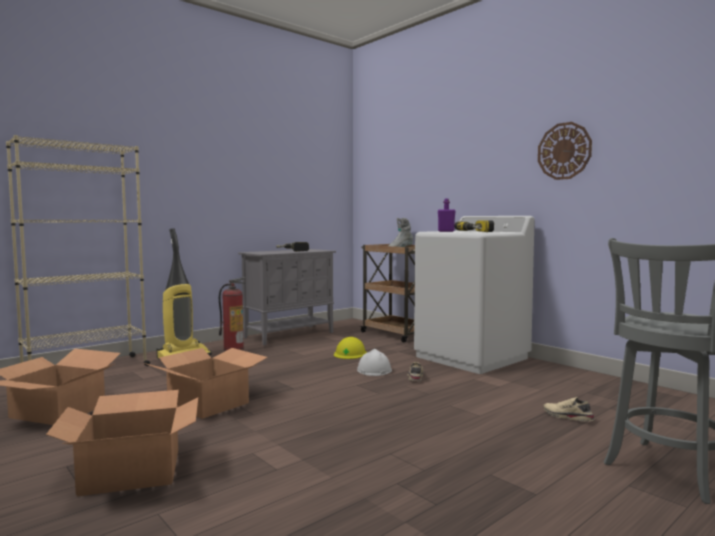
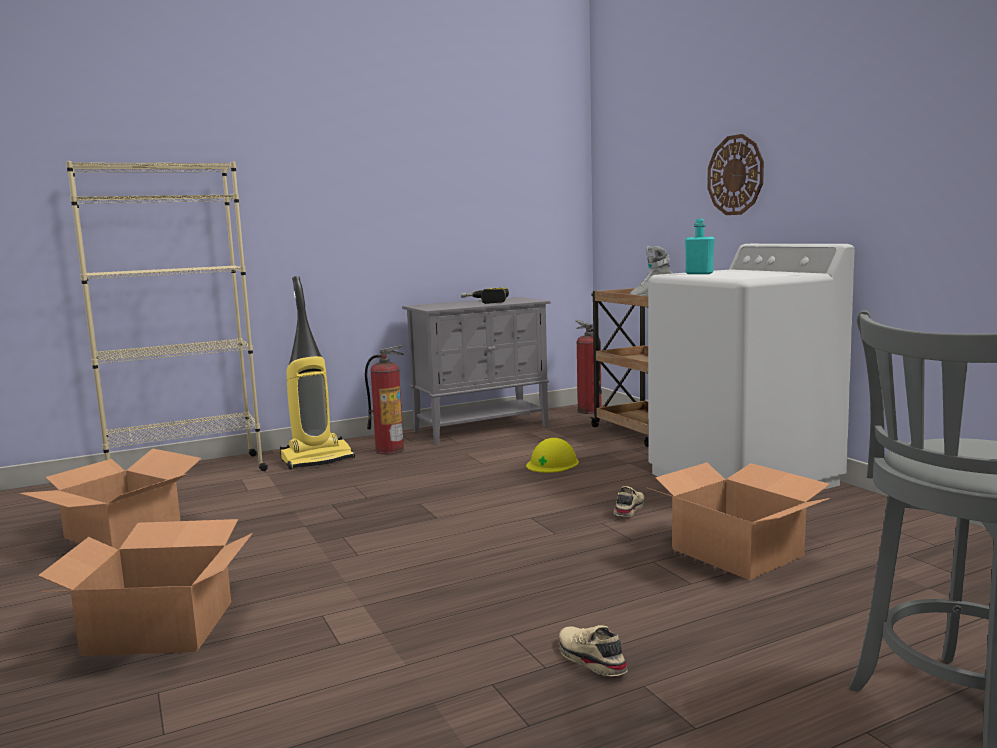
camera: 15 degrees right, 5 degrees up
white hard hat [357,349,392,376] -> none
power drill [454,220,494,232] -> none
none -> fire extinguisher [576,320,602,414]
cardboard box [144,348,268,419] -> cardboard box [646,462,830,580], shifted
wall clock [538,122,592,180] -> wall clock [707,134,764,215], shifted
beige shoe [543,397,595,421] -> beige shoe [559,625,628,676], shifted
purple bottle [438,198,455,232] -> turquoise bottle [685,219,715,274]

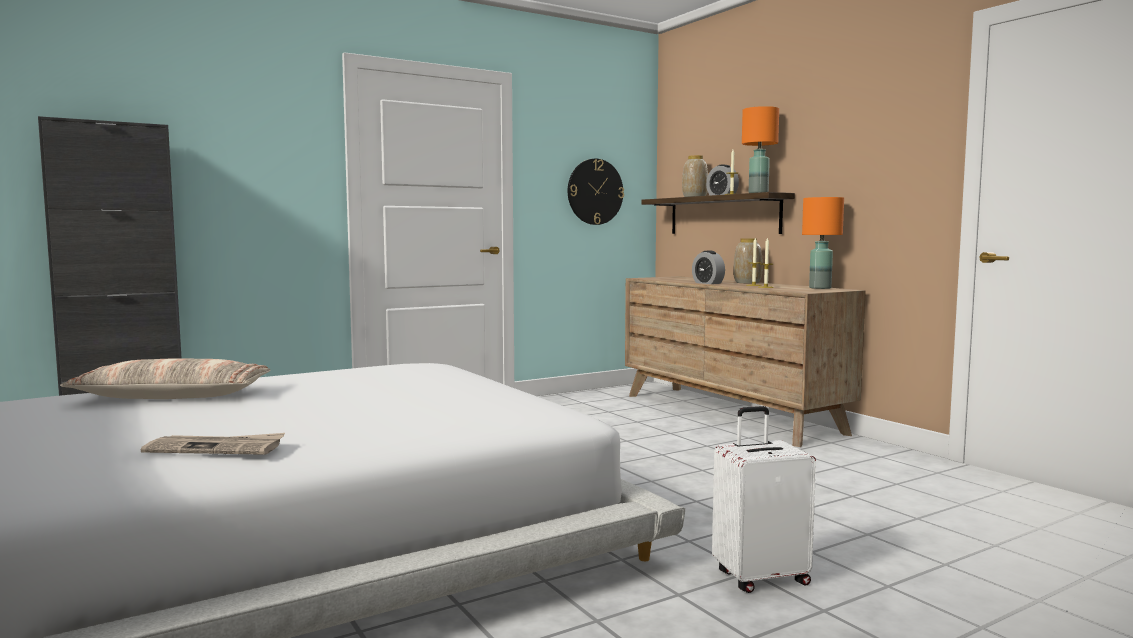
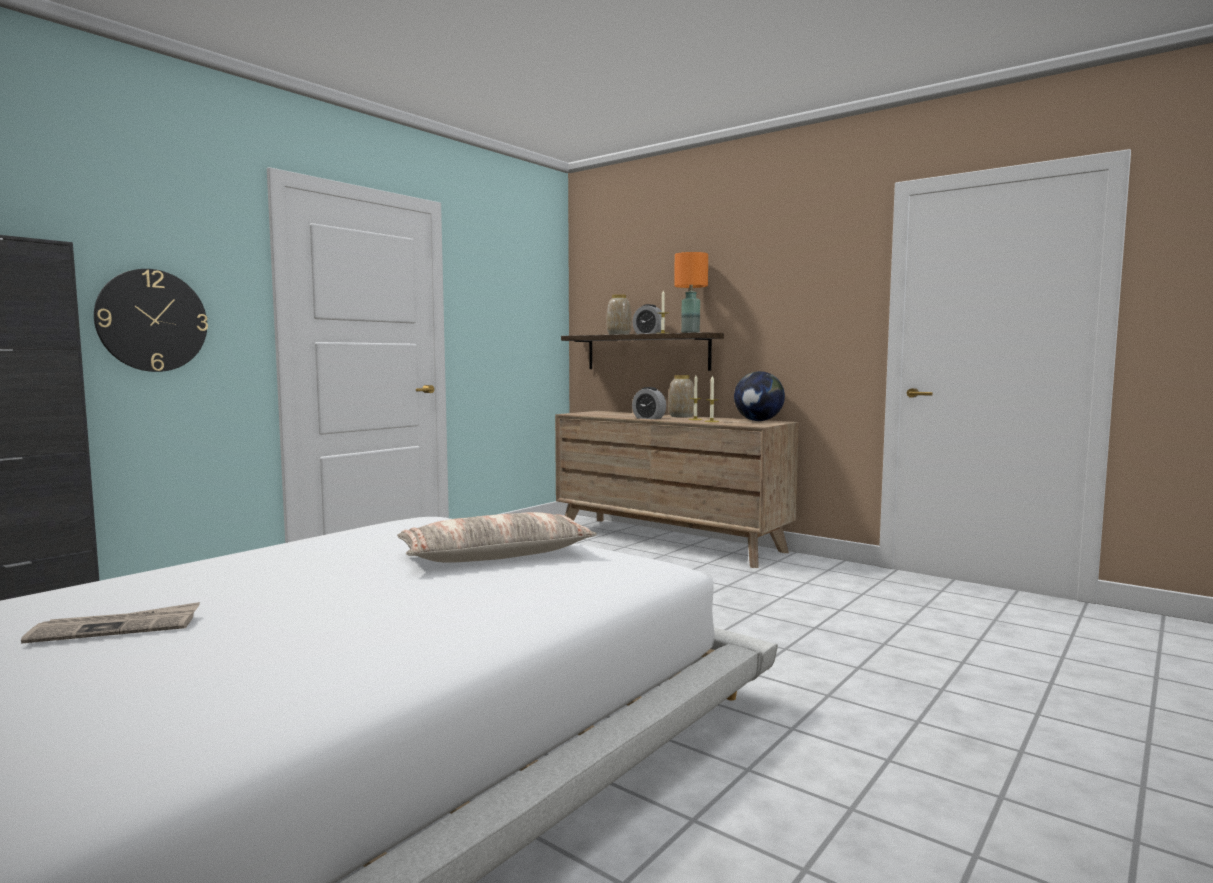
camera: 20 degrees left, 0 degrees up
white suitcase [712,406,816,593] -> none
pillow [60,358,270,399] -> pillow [397,512,597,563], shifted
newspaper [141,433,285,455] -> newspaper [21,602,200,644], shifted
wall clock [568,159,624,225] -> wall clock [94,269,208,372], shifted
orange table lamp [802,197,844,289] -> globe [734,371,785,421]

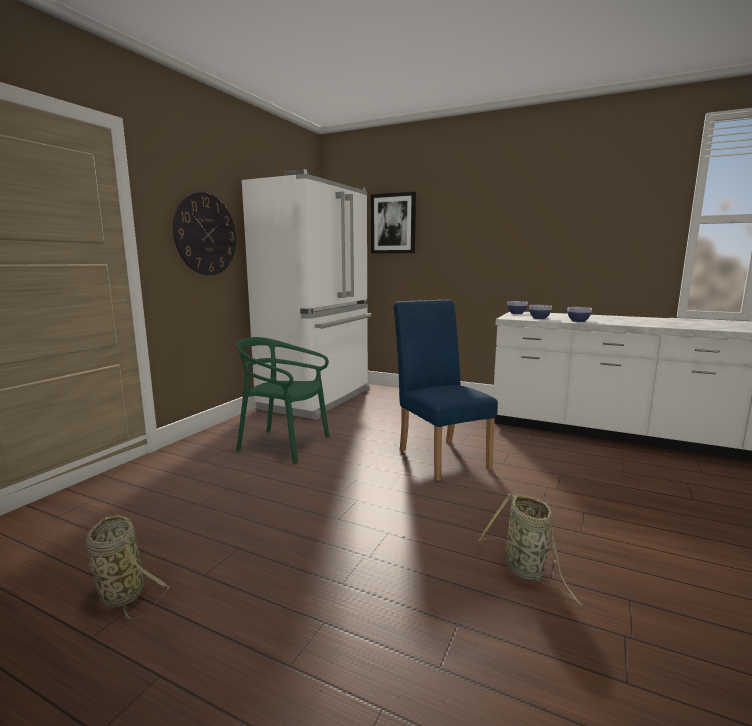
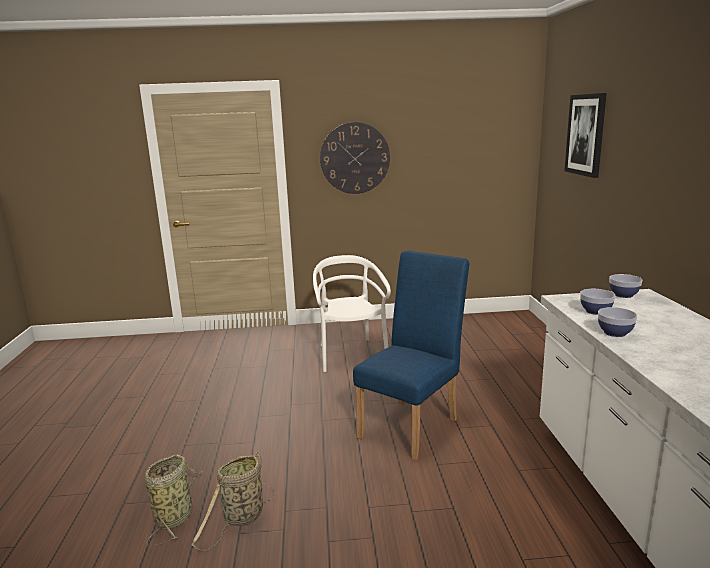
camera: 60 degrees right, 5 degrees up
white fridge [242,169,372,420] -> none
basket [86,515,171,619] -> basket [145,454,203,546], shifted
green chair [237,337,329,464] -> white chair [313,255,391,372]

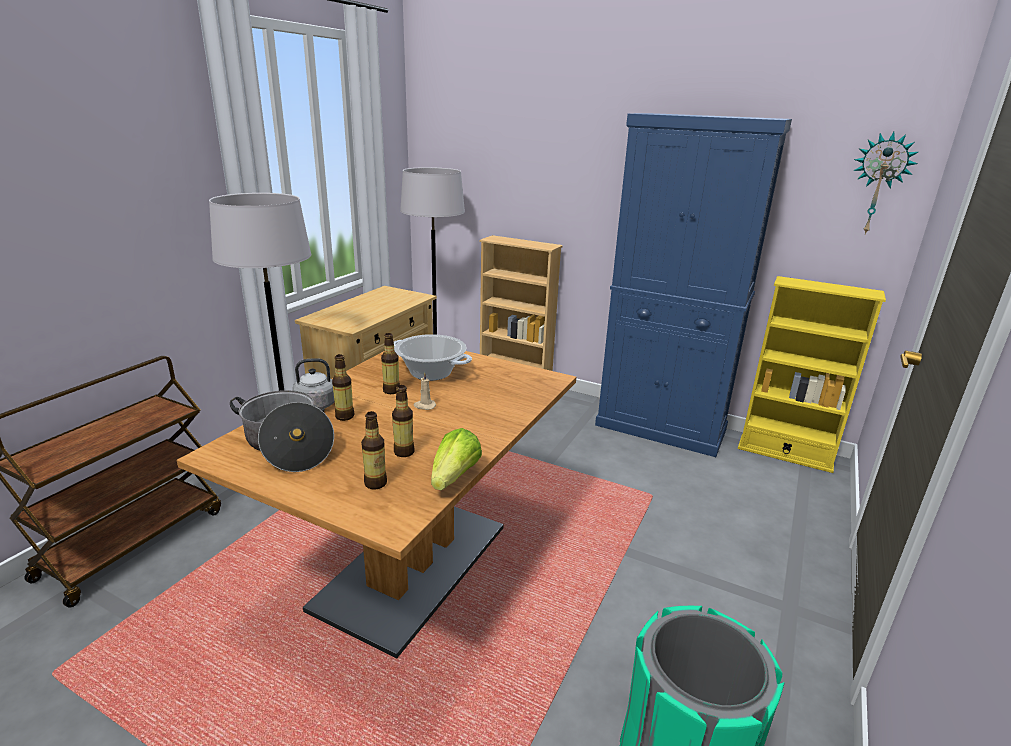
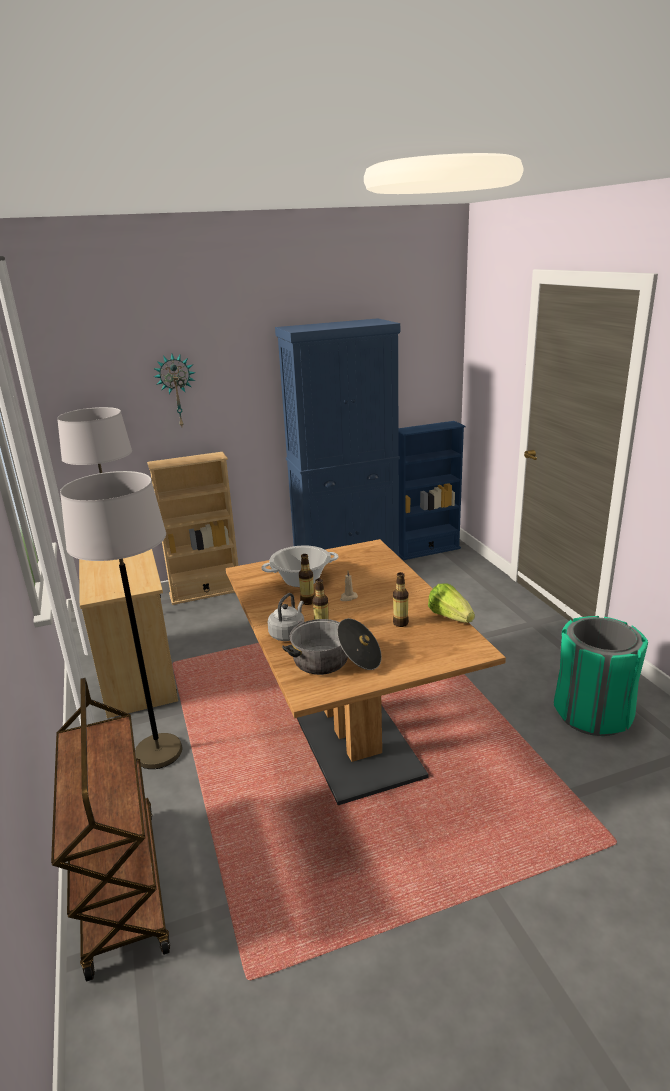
camera: 45 degrees left, 0 degrees up
bottle [361,411,387,489] -> none
wall clock [853,132,918,234] -> wall clock [153,354,196,426], shifted
yellow bookcase [738,276,886,473] -> blue bookcase [398,421,466,560]

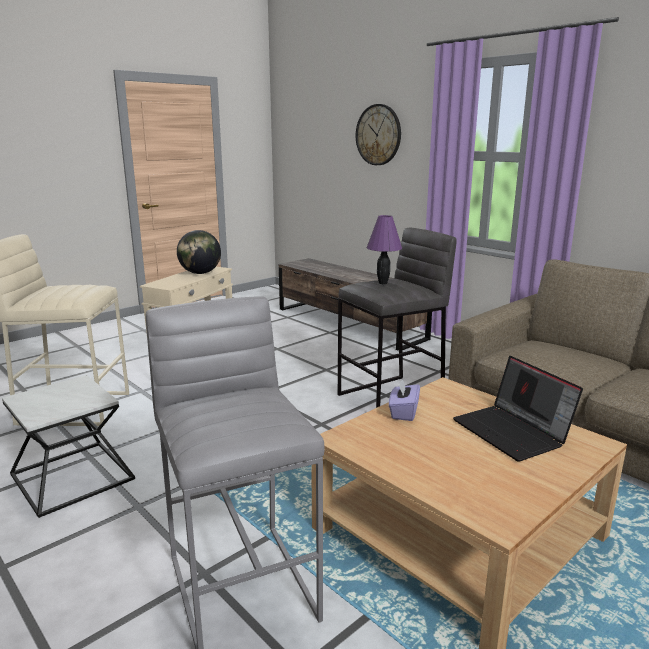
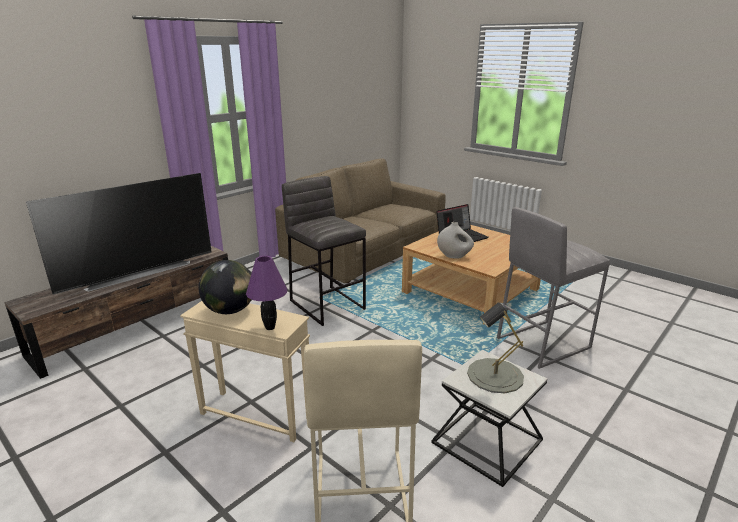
camera: 95 degrees left, 5 degrees up
wall clock [356,104,401,165] -> none
none -> television [26,173,212,295]
none -> grey table lamp [467,302,524,393]
purple table lamp [367,215,402,284] -> purple table lamp [246,255,287,330], shifted
purple tissue box [389,378,420,421] -> white vase [437,222,474,259]

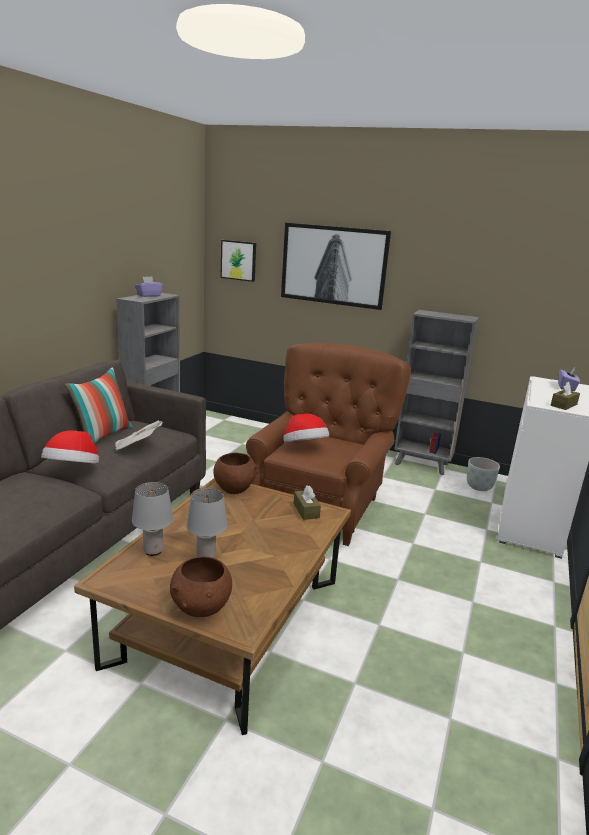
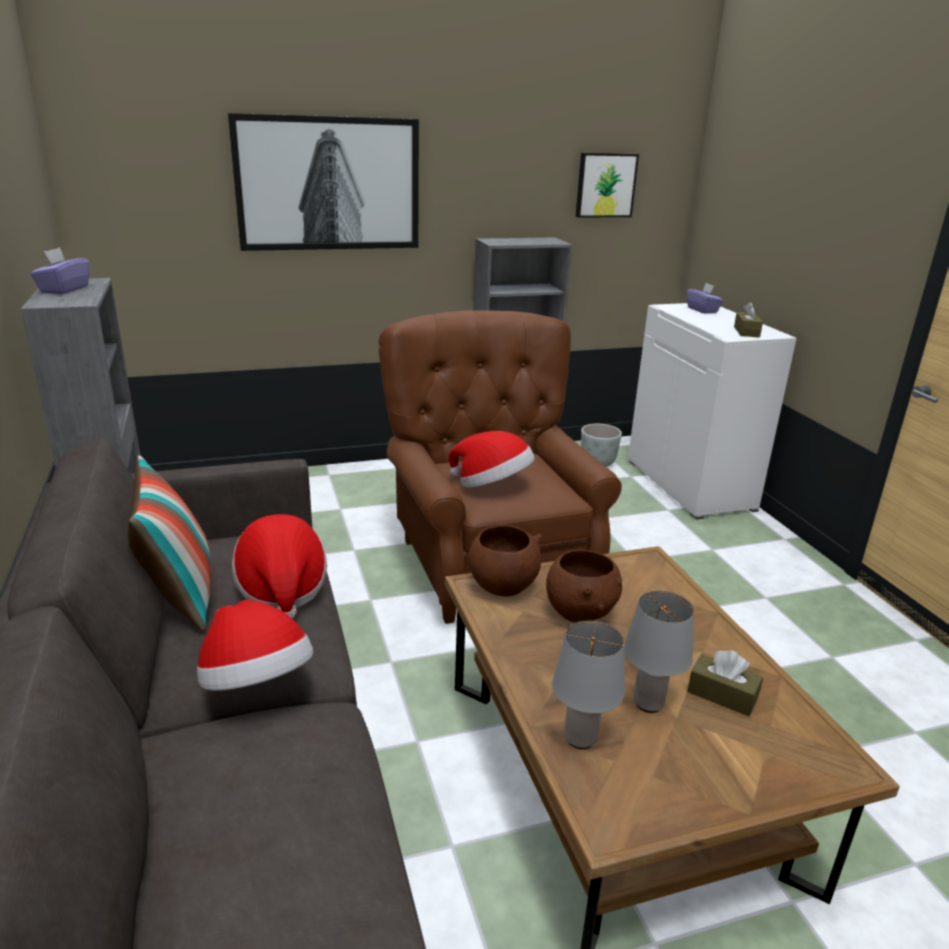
camera: 40 degrees left, 5 degrees up
brown bowl [170,556,232,617] -> brown bowl [546,550,622,623], shifted
picture [220,240,256,282] -> picture [576,153,639,217], shifted
brown tissue box [294,485,321,520] -> brown tissue box [688,650,763,716], shifted
newspaper [115,420,162,451] -> hat [232,514,327,618]

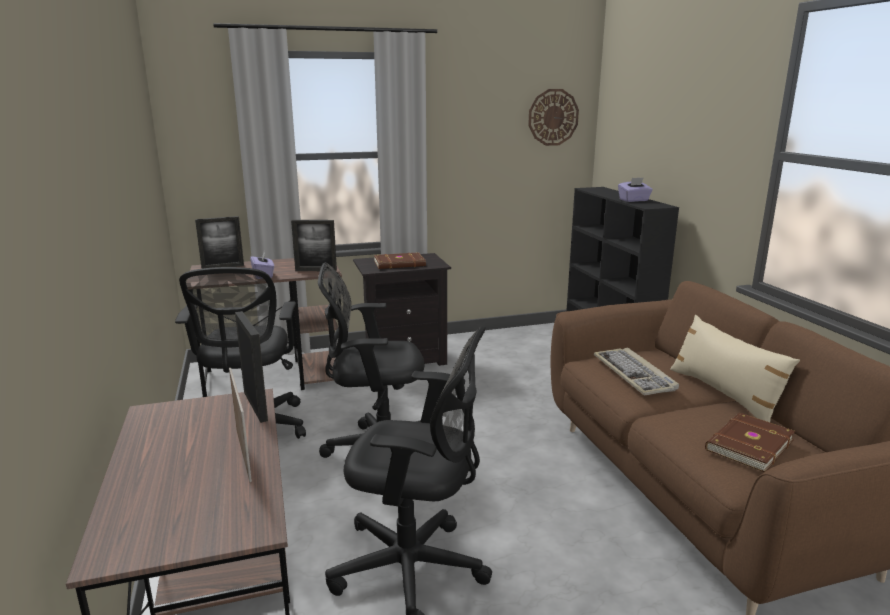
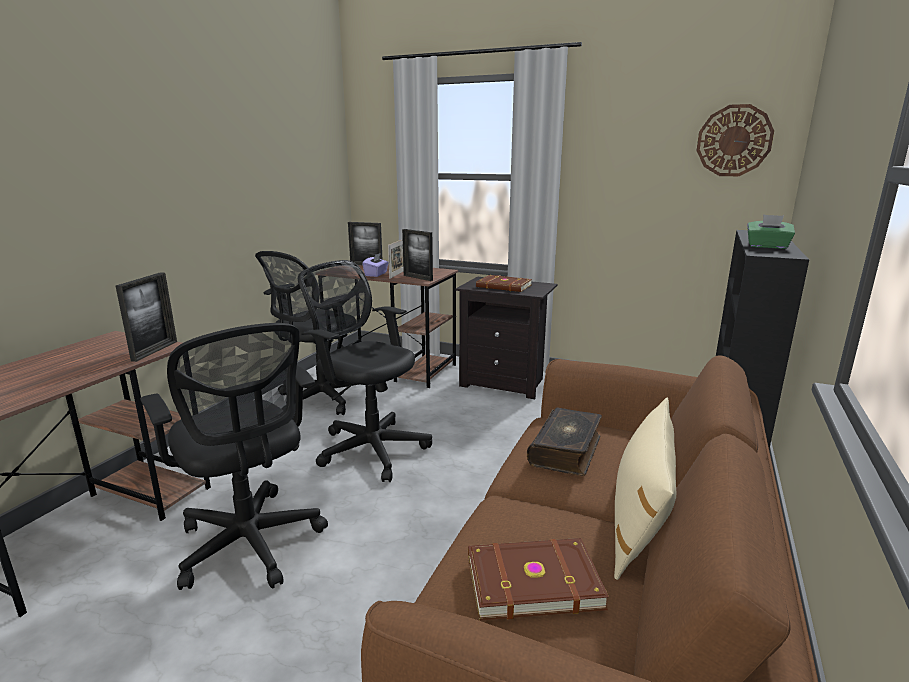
camera: 40 degrees right, 0 degrees up
picture frame [229,368,252,482] -> picture frame [388,239,404,279], shifted
keyboard [594,348,679,396] -> book [527,407,602,476]
purple tissue box [618,178,653,202] -> green tissue box [747,215,795,249]

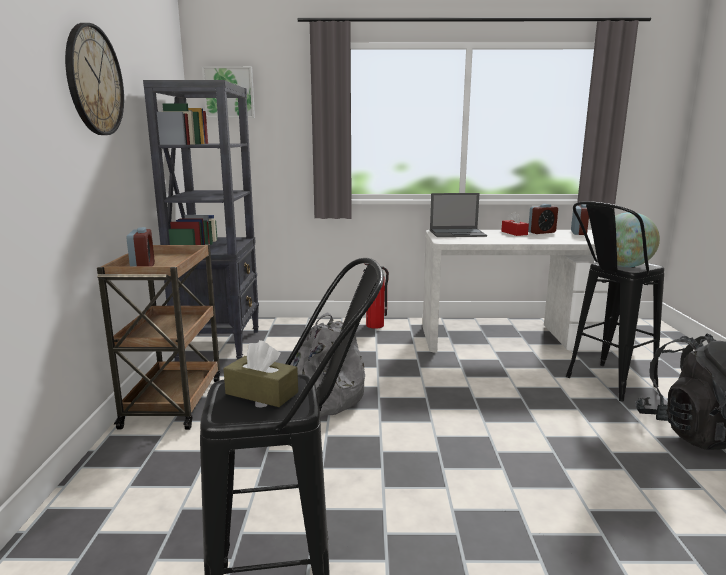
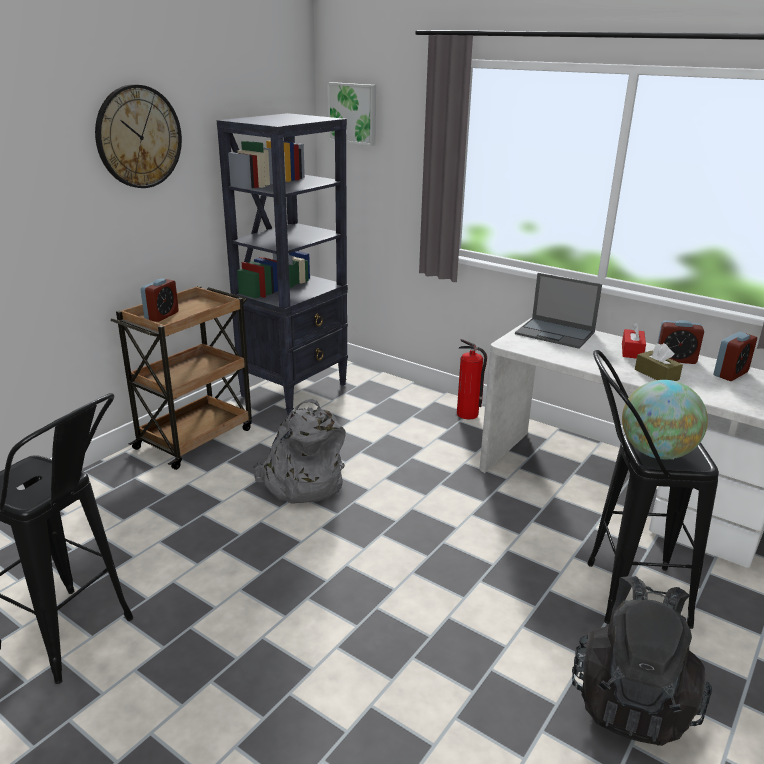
camera: 35 degrees right, 10 degrees up
brown tissue box [223,340,298,407] -> brown tissue box [635,343,683,381], shifted

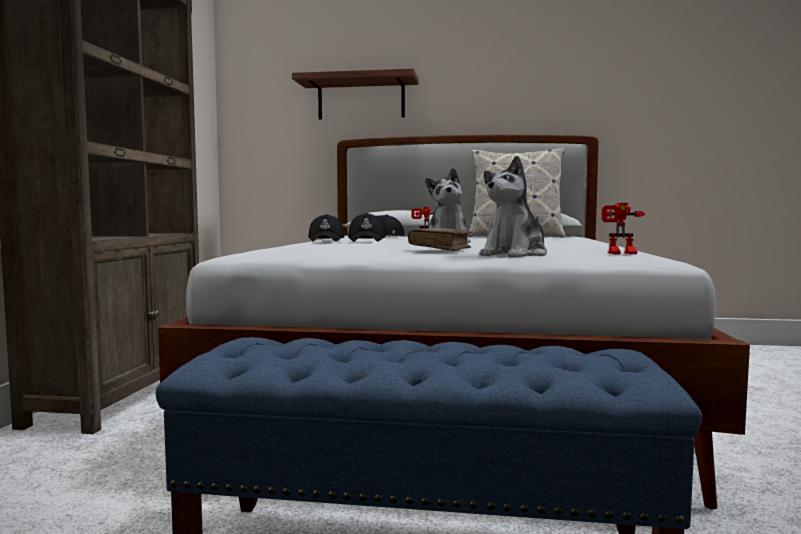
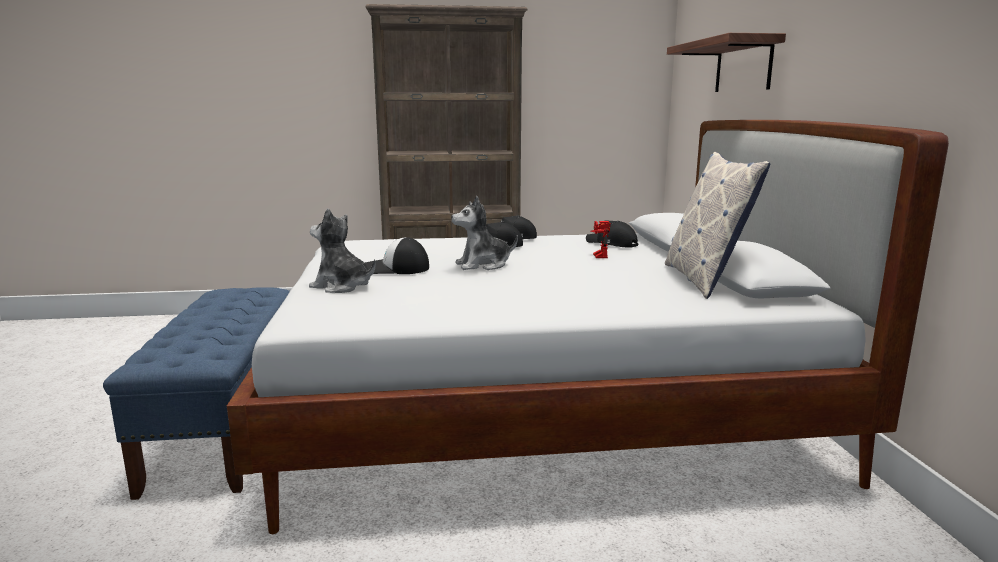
camera: 75 degrees right, 10 degrees up
toy robot [602,203,645,254] -> none
brown book [408,228,472,252] -> cap [365,237,429,274]

